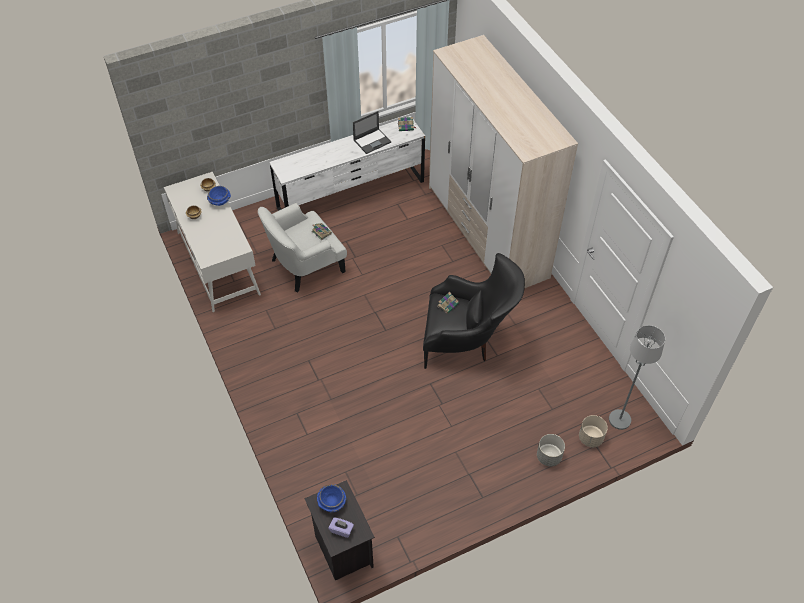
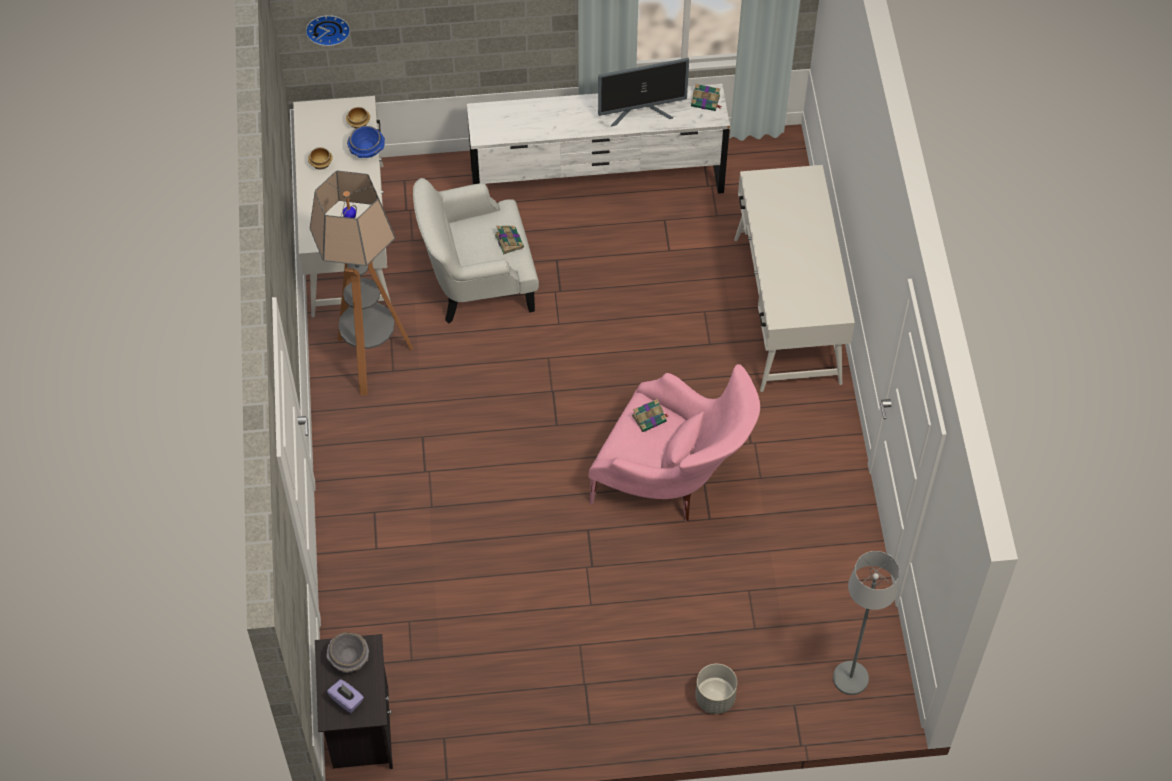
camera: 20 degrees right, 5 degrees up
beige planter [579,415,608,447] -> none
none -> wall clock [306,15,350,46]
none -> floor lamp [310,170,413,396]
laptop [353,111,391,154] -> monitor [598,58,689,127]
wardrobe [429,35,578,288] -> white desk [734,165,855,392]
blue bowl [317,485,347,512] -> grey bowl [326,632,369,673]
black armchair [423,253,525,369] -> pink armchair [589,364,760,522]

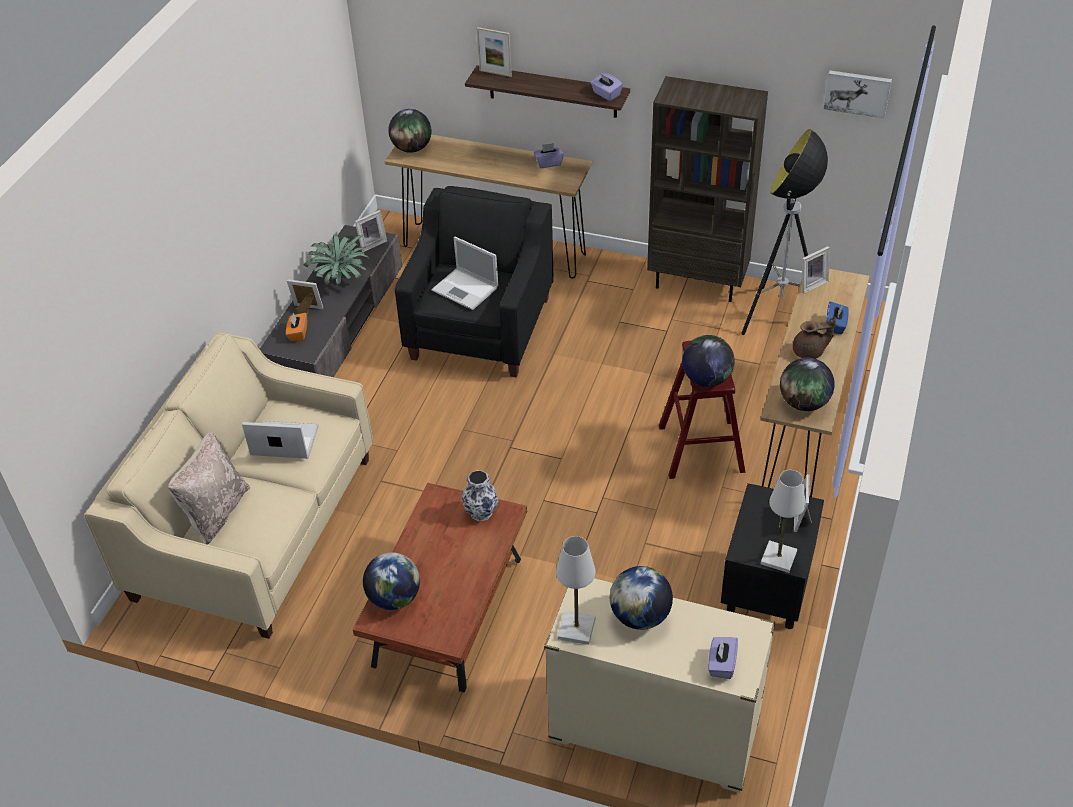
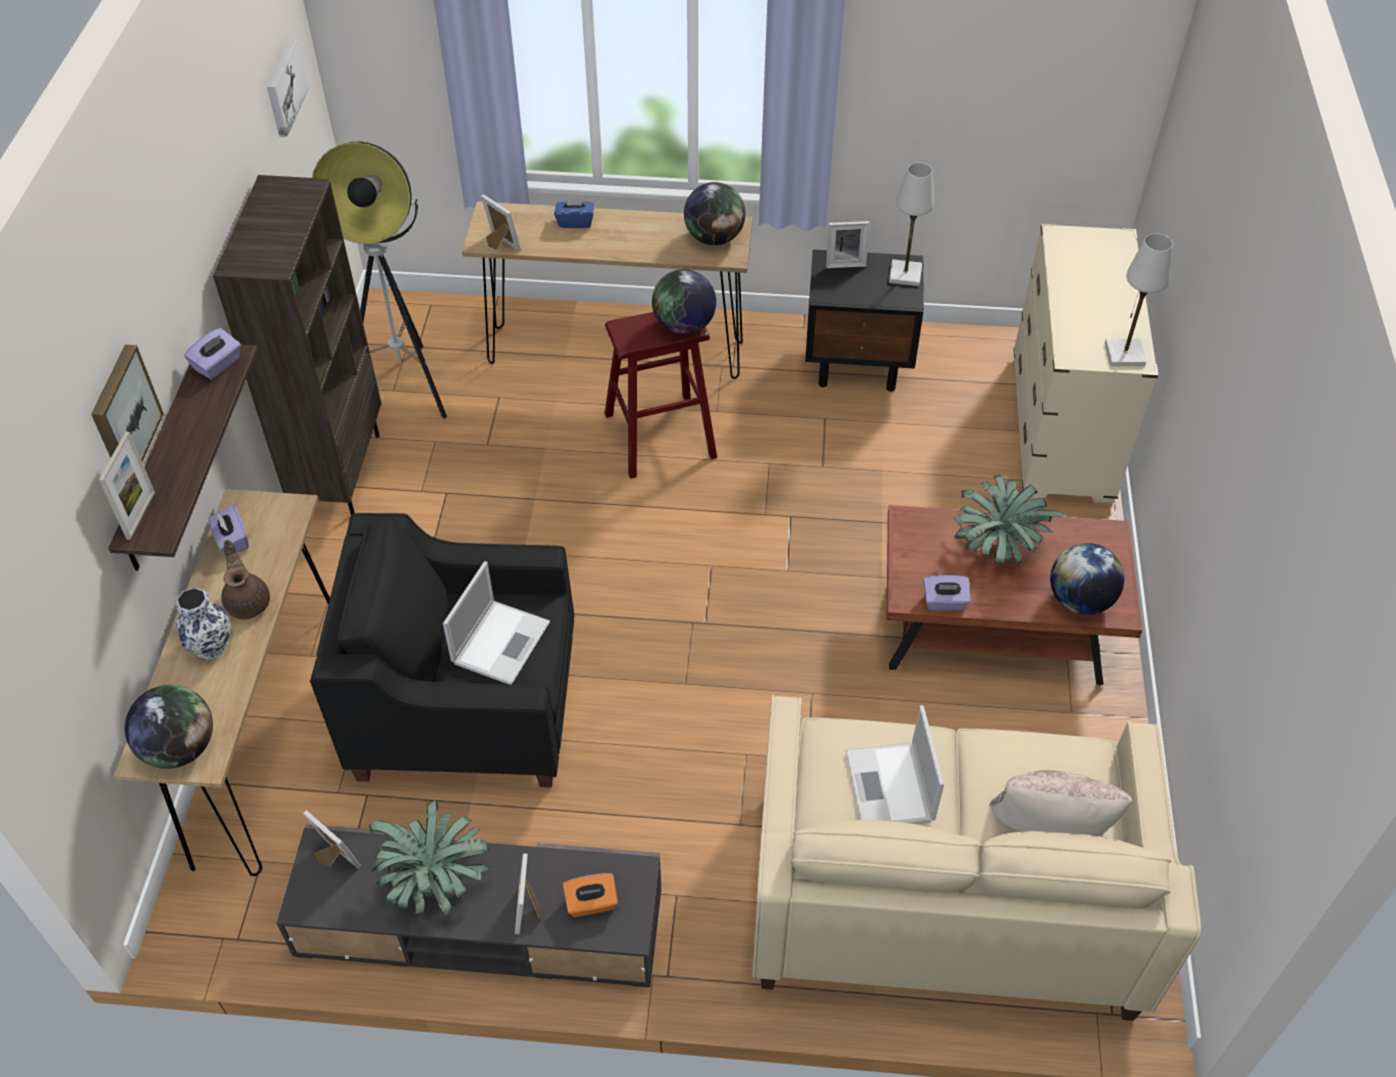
camera: 105 degrees left, 5 degrees up
globe [610,566,673,630] -> none
none -> picture [91,345,164,462]
none -> potted plant [954,475,1067,565]
vase [462,470,499,521] -> vase [175,588,232,660], shifted
purple tissue box [708,637,738,679] -> purple tissue box [923,575,971,611], shifted
brown teapot [793,317,836,359] -> brown teapot [221,540,270,619], shifted

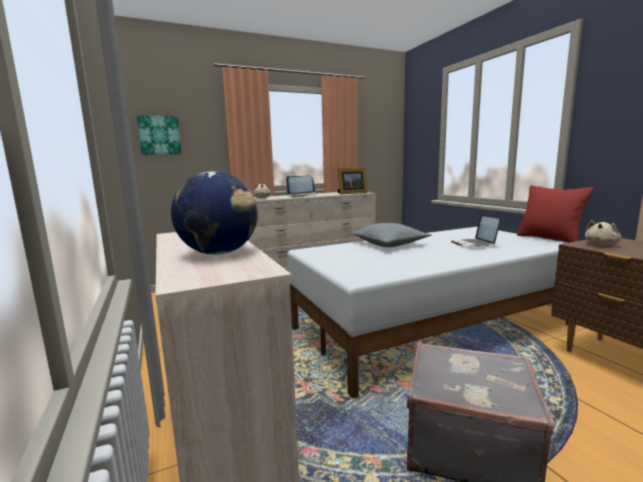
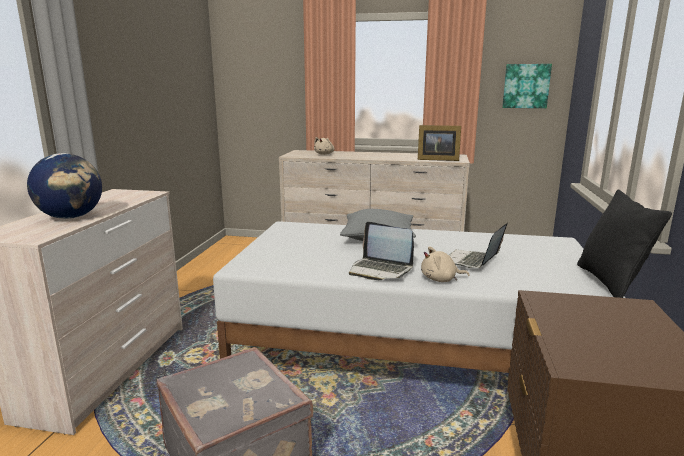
camera: 35 degrees right, 5 degrees up
picture [137,115,182,155] -> picture [502,64,552,108], shifted
laptop [286,176,317,197] -> laptop [349,221,414,280], shifted
beige plush toy [585,220,621,246] -> beige plush toy [421,246,470,282], shifted
red pillow [517,185,594,243] -> black pillow [577,190,672,298]

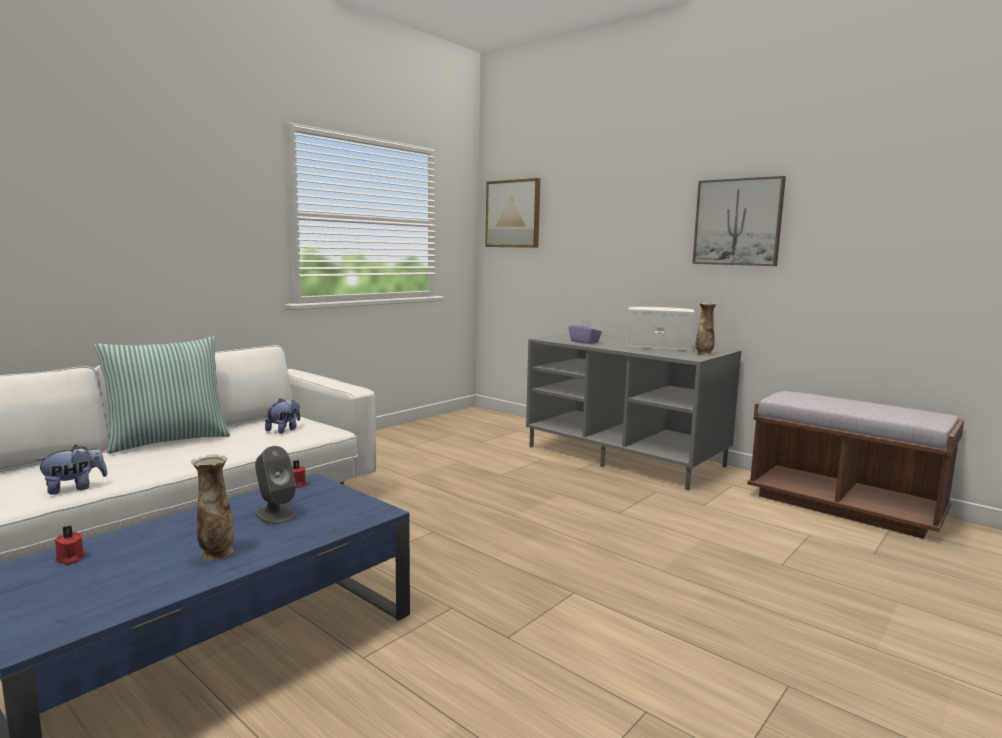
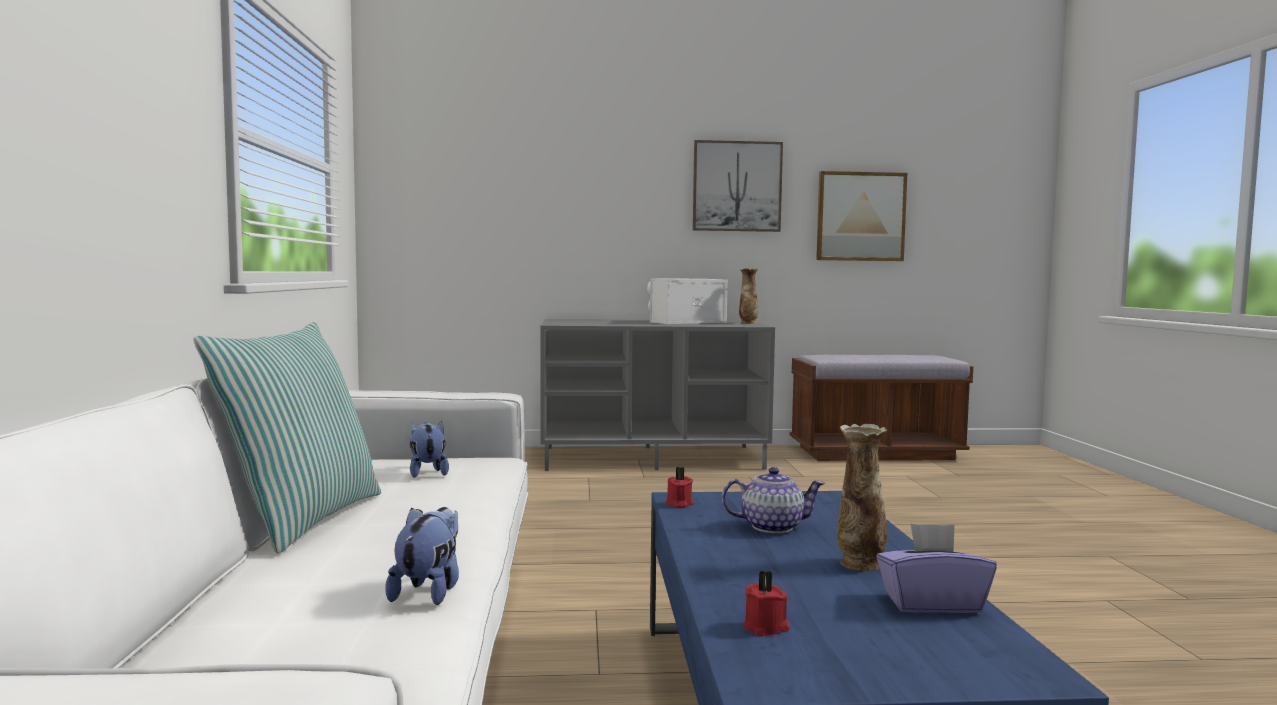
camera: 45 degrees left, 5 degrees down
picture [485,178,540,248] -> picture [816,171,907,261], shifted
purple tissue box [569,319,602,344] -> purple tissue box [876,523,997,613], shifted
grey speaker [255,446,296,525] -> teapot [722,467,826,533]

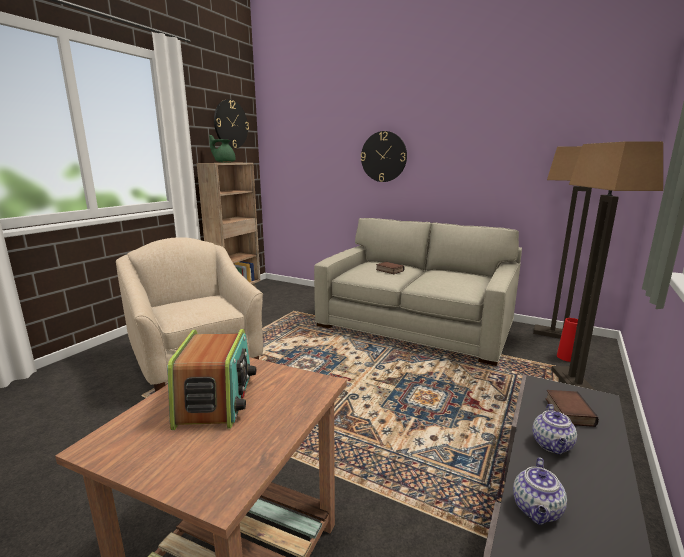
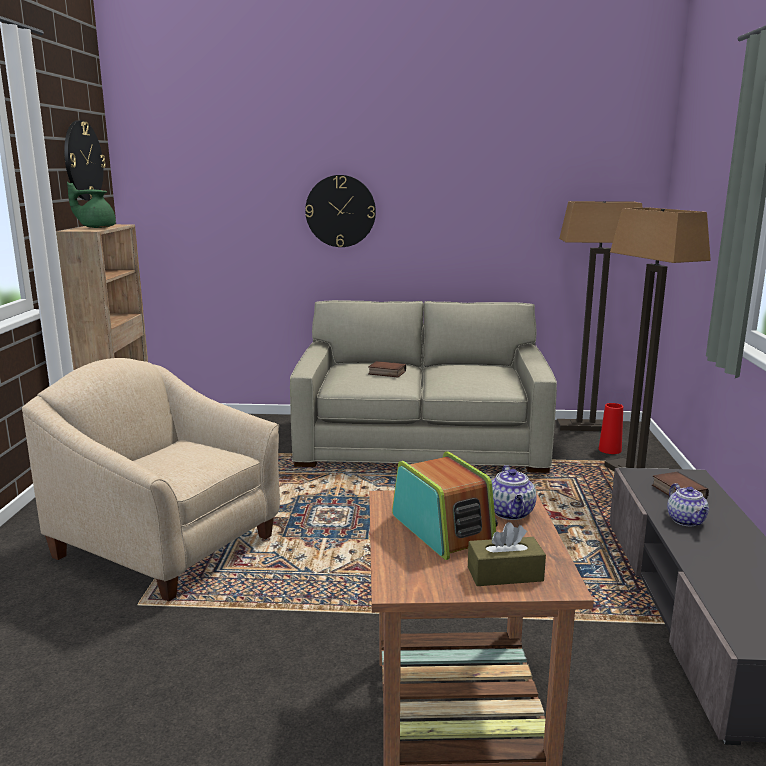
camera: 25 degrees left, 0 degrees up
none -> brown tissue box [468,522,546,586]
teapot [513,458,567,525] -> teapot [492,465,537,520], shifted

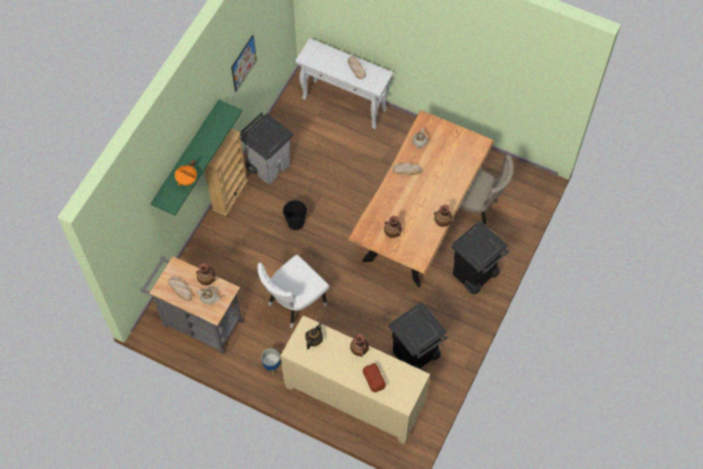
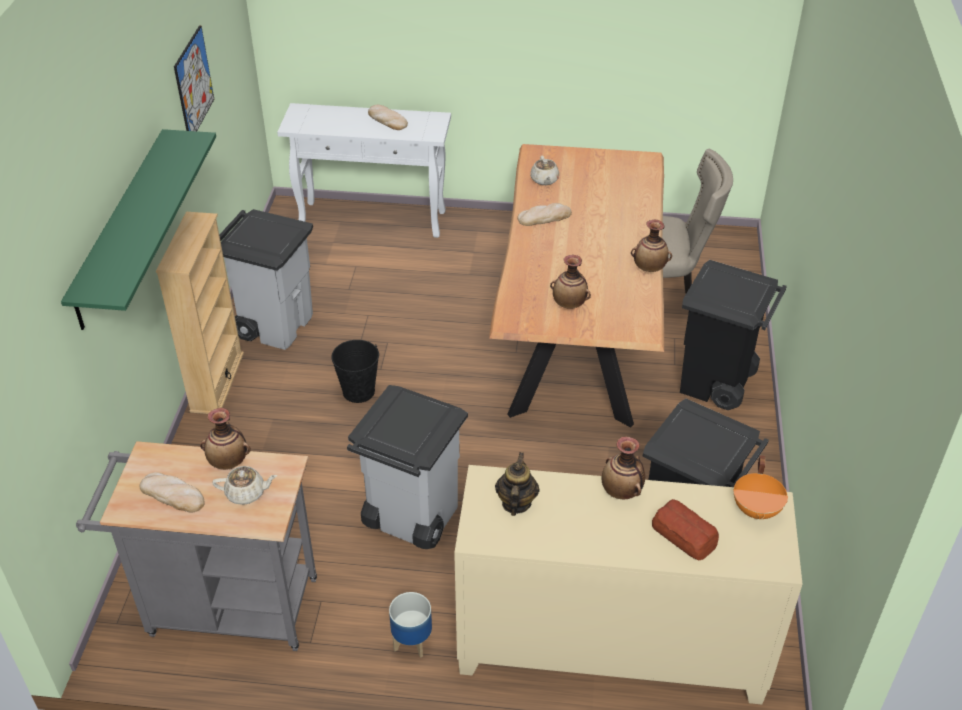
camera: 20 degrees left, 20 degrees down
orange cooking pot [175,160,197,186] -> orange cooking pot [733,455,788,520], shifted
white chair [257,255,329,328] -> grey trash can [347,385,468,549]

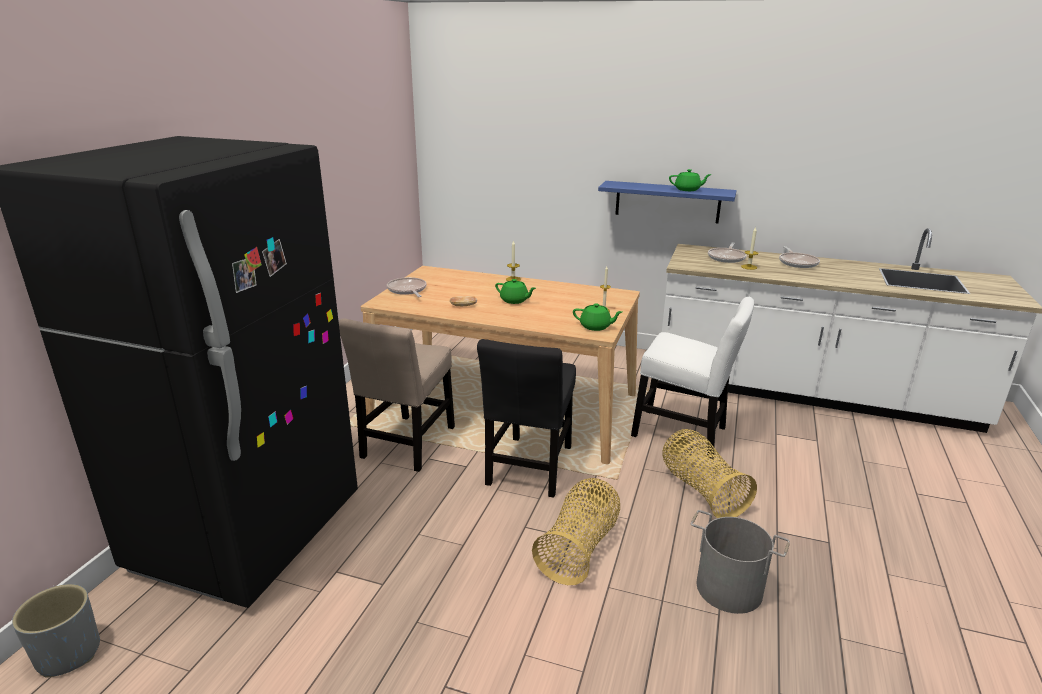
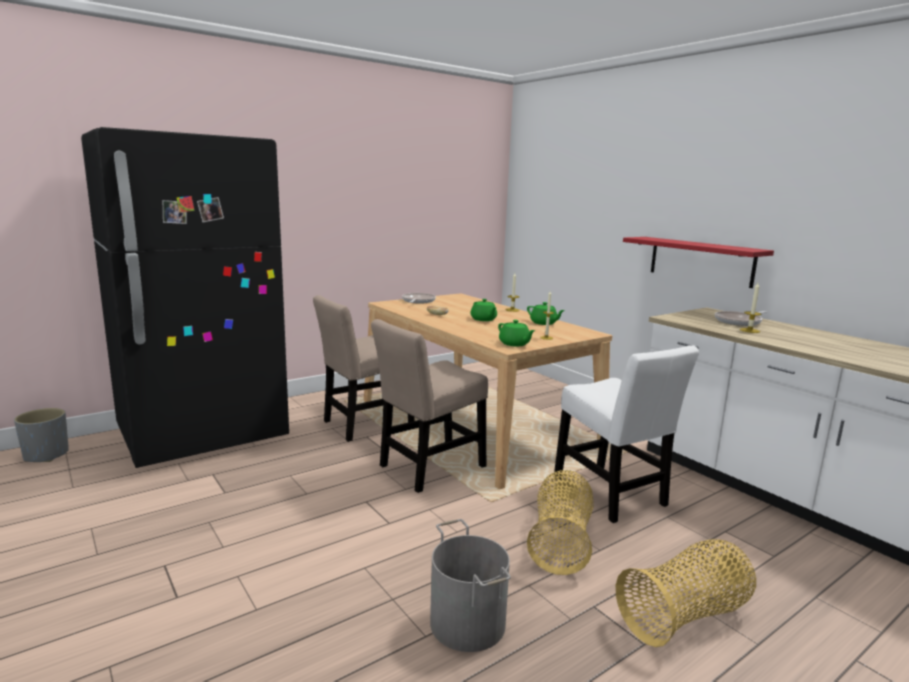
camera: 35 degrees right, 10 degrees down
frying pan [779,246,820,268] -> none
basket [532,478,620,585] -> basket [616,539,756,647], shifted
green teapot [669,169,712,191] -> green teapot [527,302,565,325], shifted
black chair [477,339,576,498] -> beige chair [371,319,488,493]
blue shelf [598,181,737,223] -> red shelf [623,237,774,288]

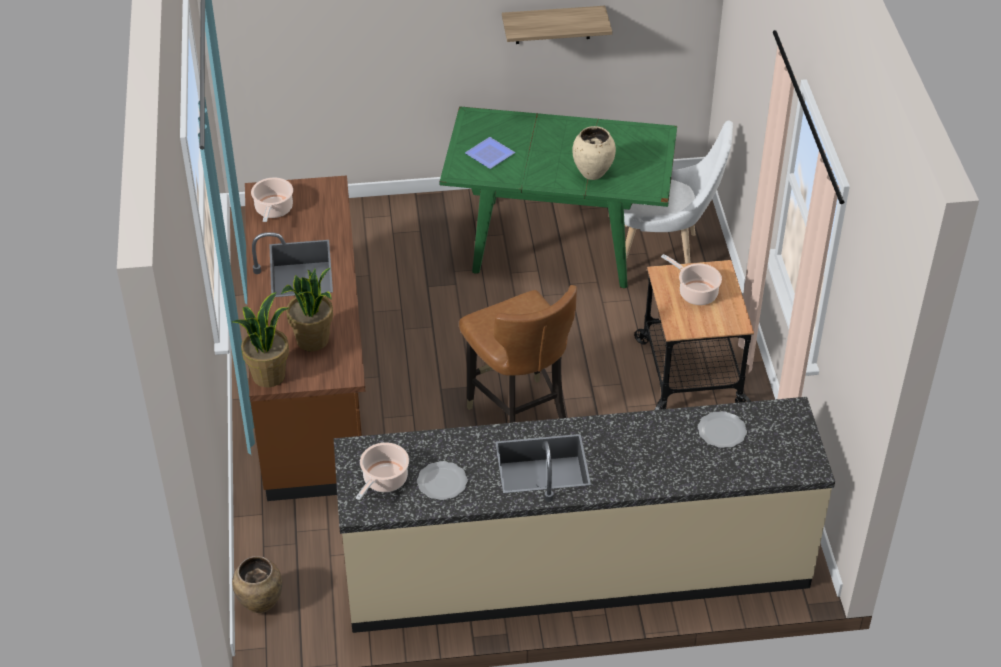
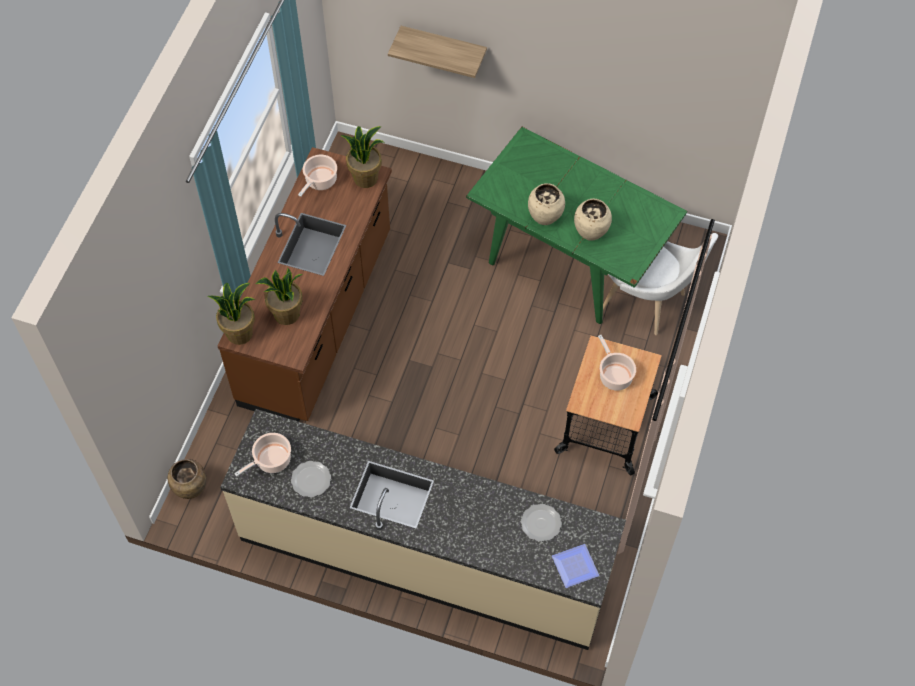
camera: 25 degrees right, 15 degrees up
brown chair [459,285,577,423] -> none
none -> potted plant [341,126,384,188]
none -> beige vase [528,183,565,225]
plate [465,137,515,169] -> plate [552,544,599,588], shifted
shelf [502,6,612,44] -> shelf [388,26,487,78], shifted

